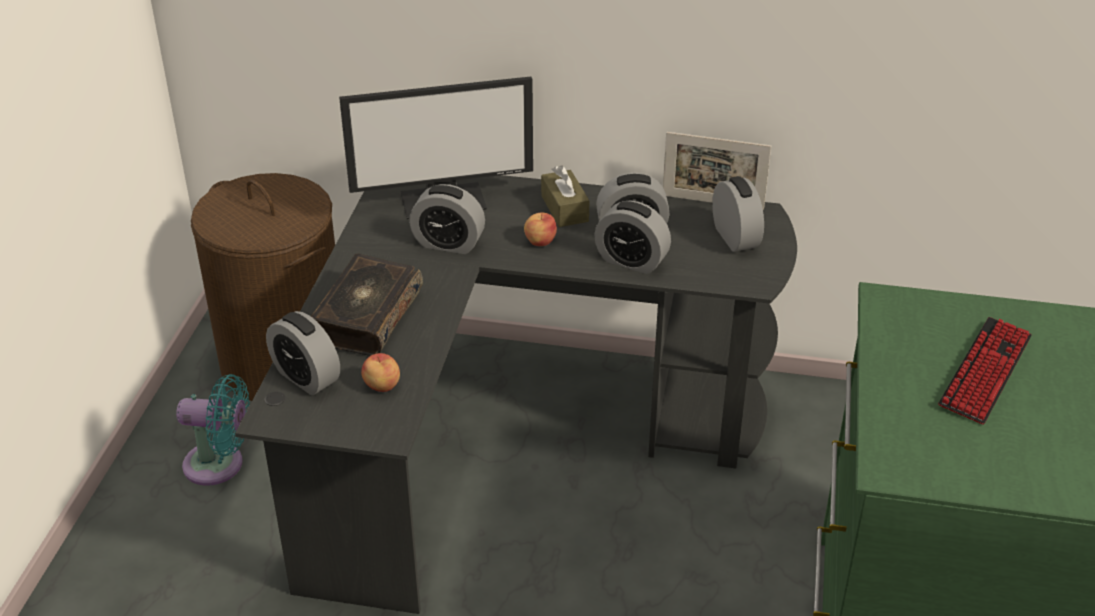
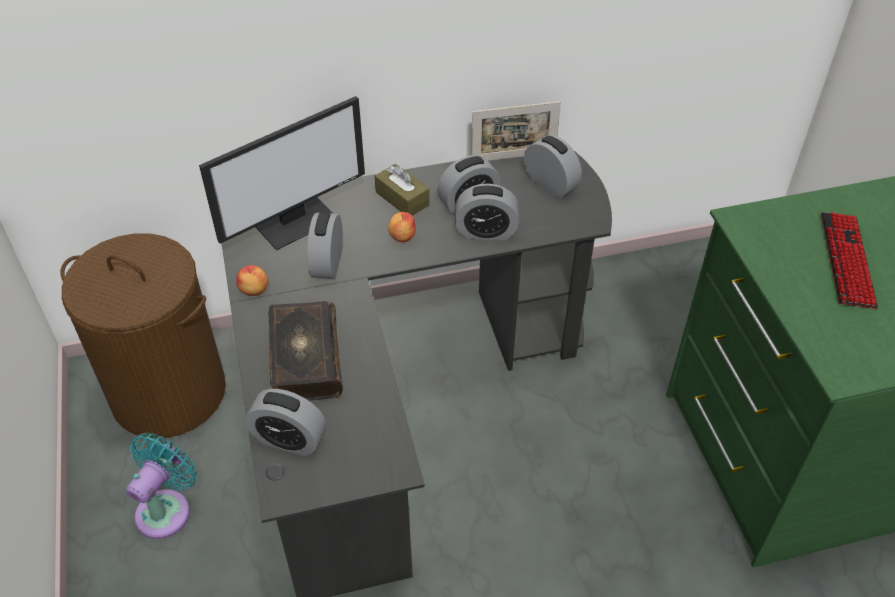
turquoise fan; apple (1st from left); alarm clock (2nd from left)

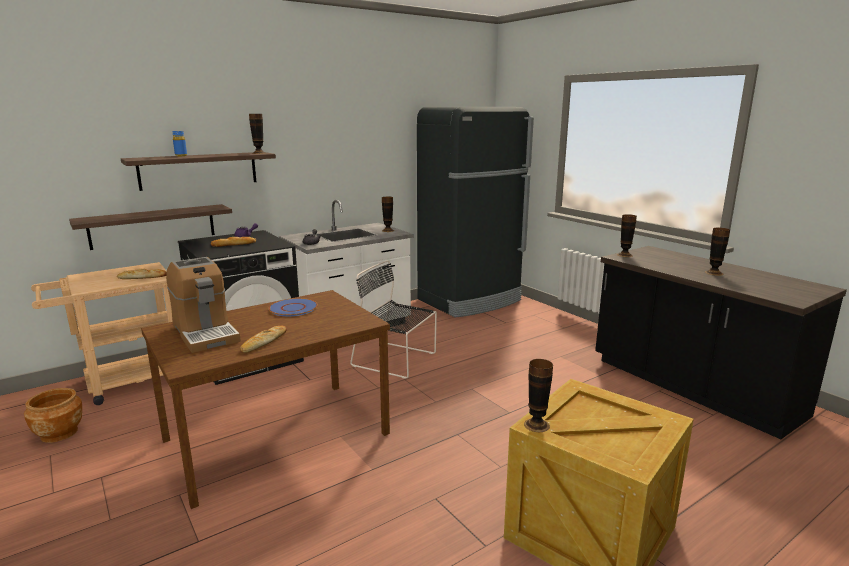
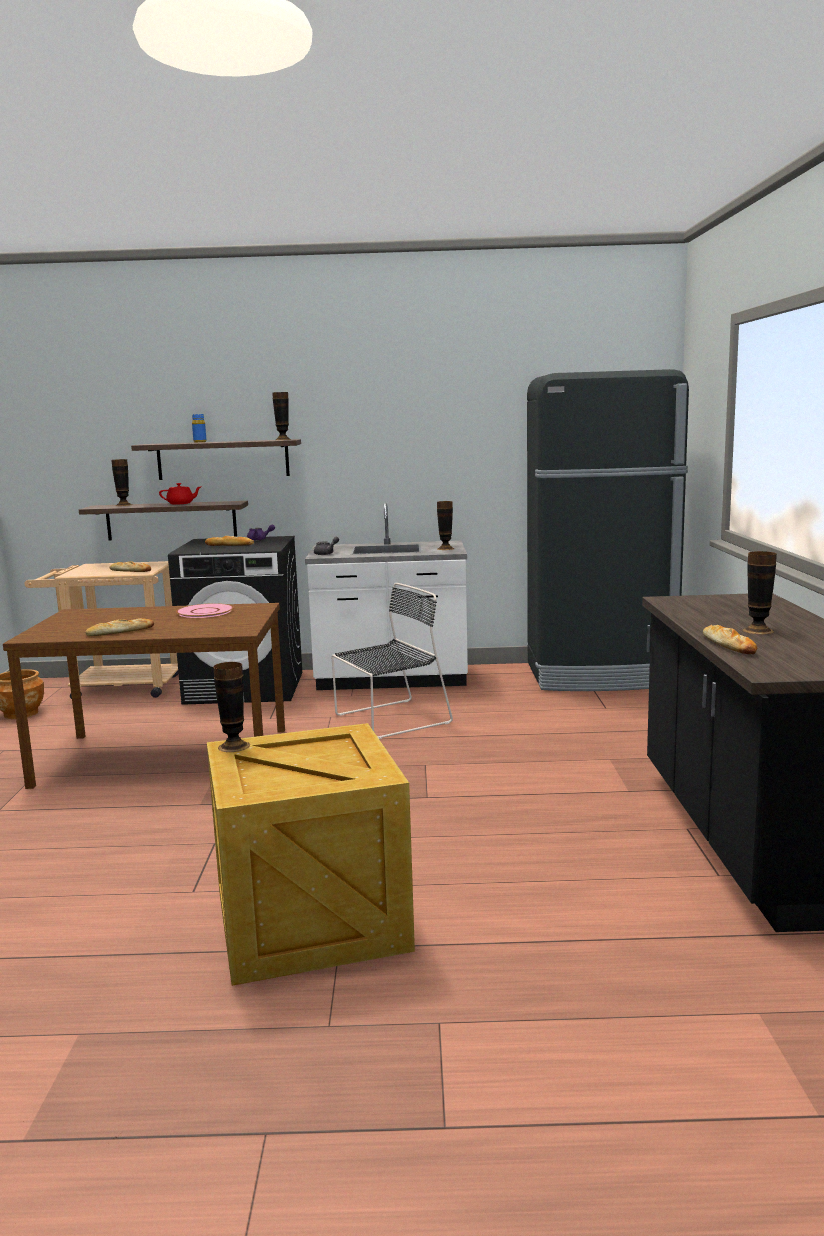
coffee machine; pink plate; black chair; vase (1st from left); red teapot; bread (4th from left)

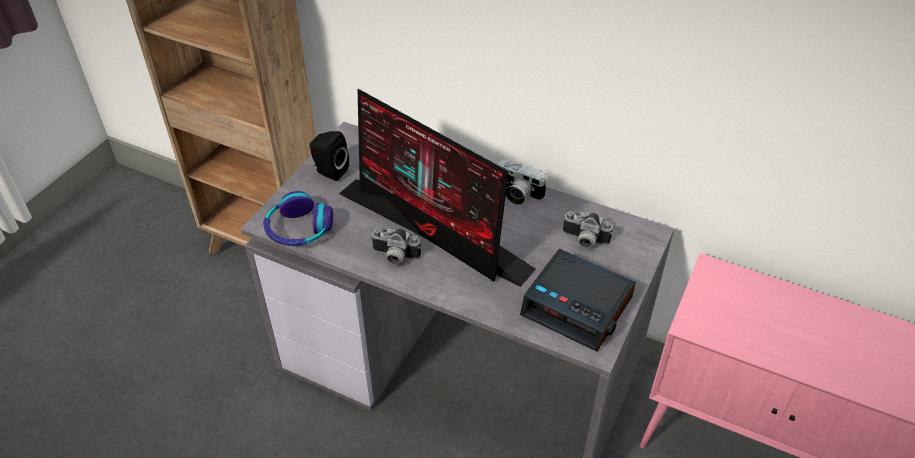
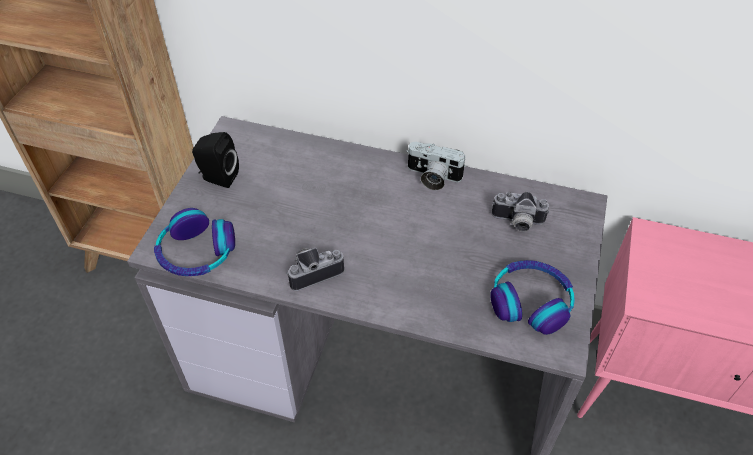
monitor; photo camera (1st from left); headphones (2nd from left)

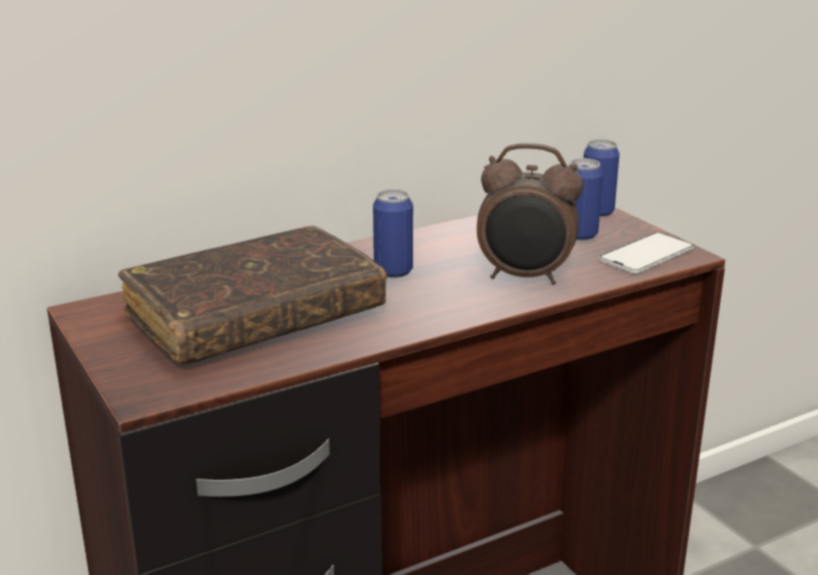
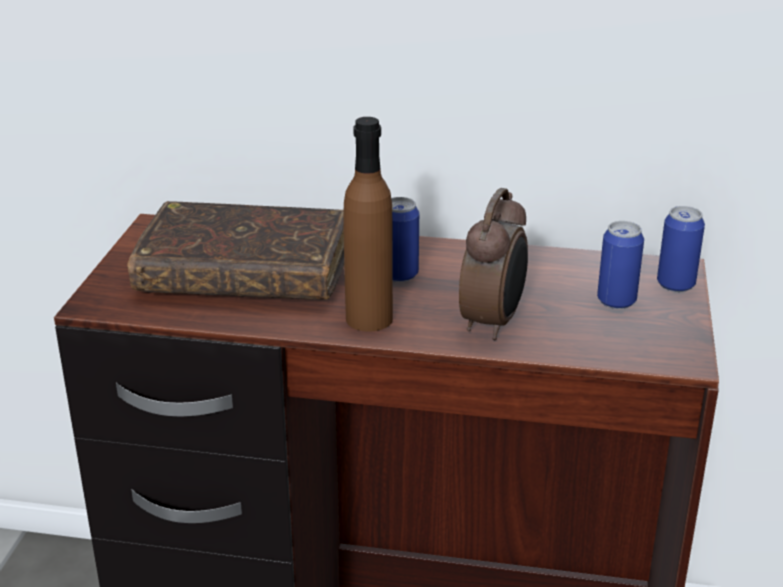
alarm clock; phone; brown bottle

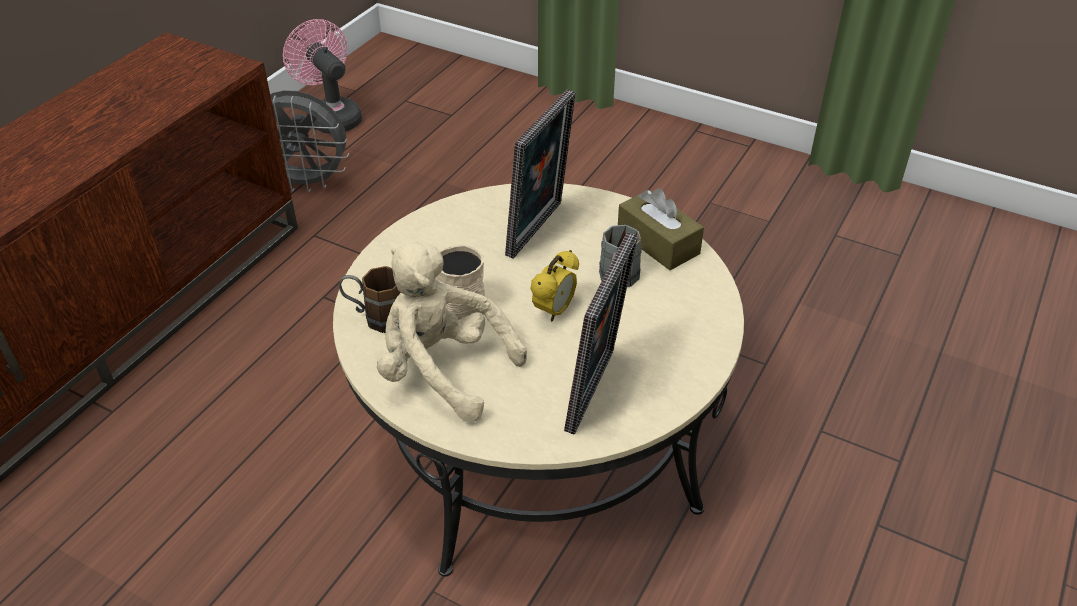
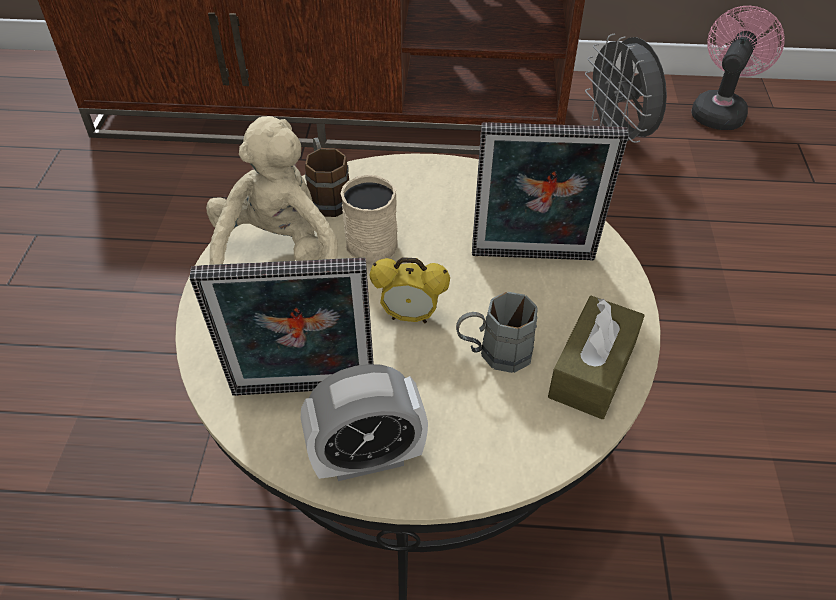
alarm clock (1st from left)

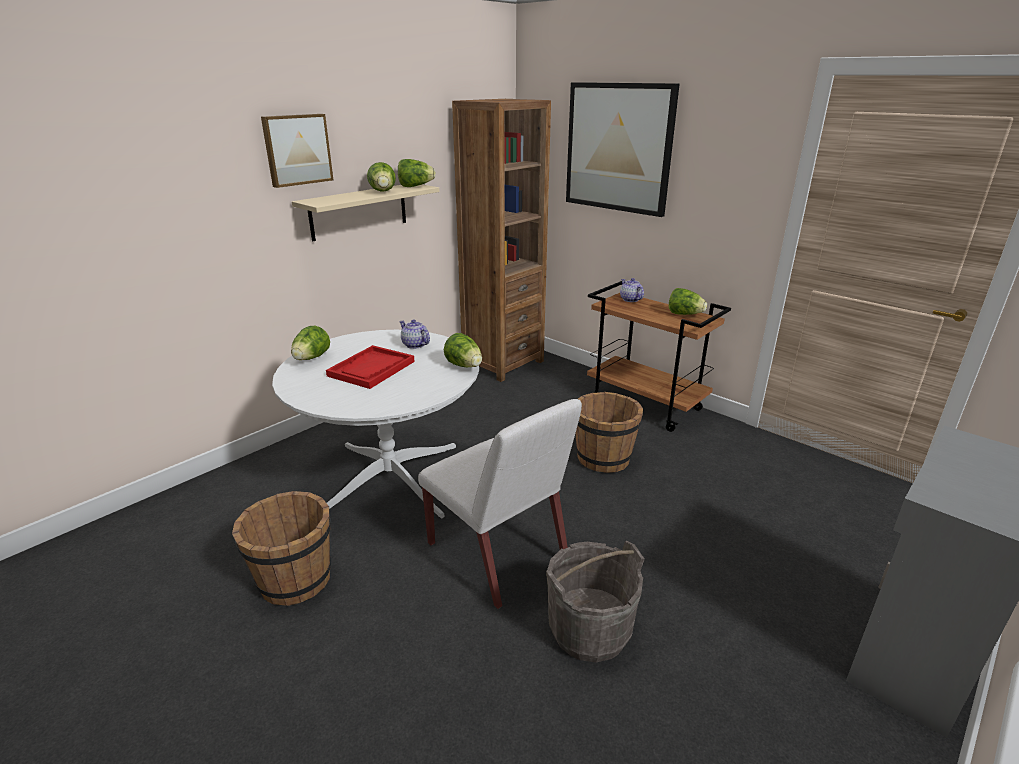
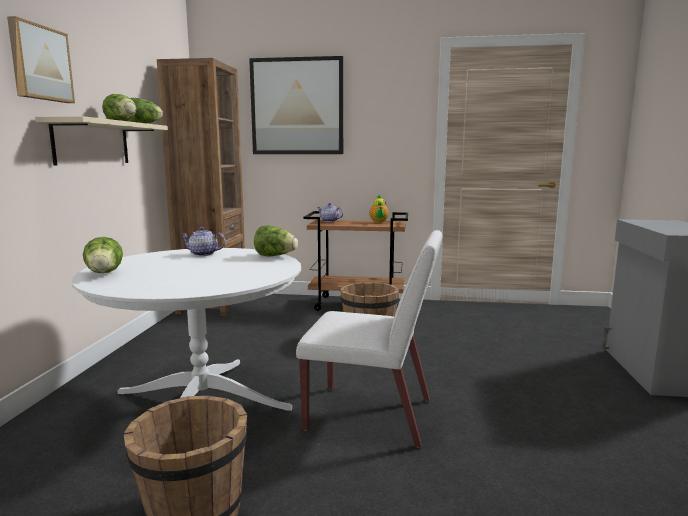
red tray; grey bucket; teapot (3rd from left)

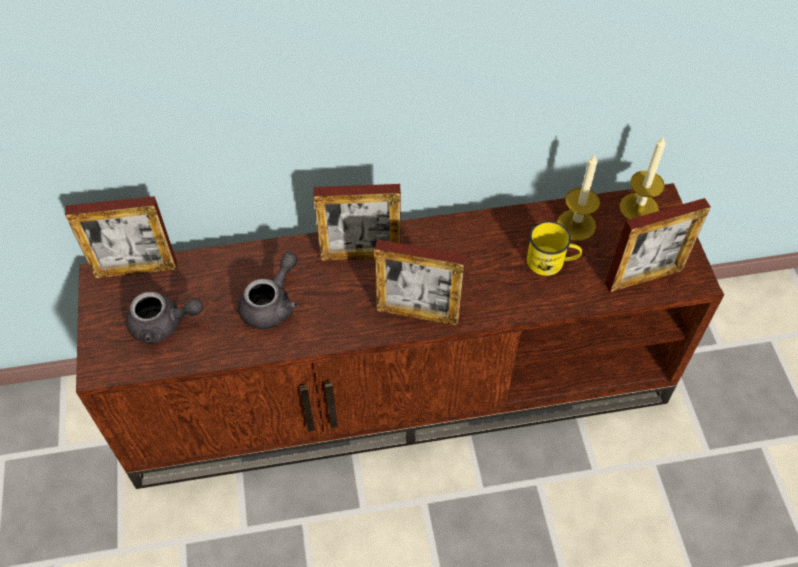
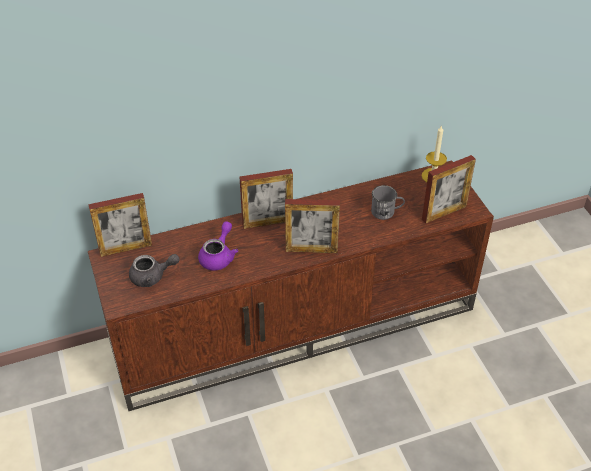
purple teapot; grey mug; candle (1st from left in the first image)

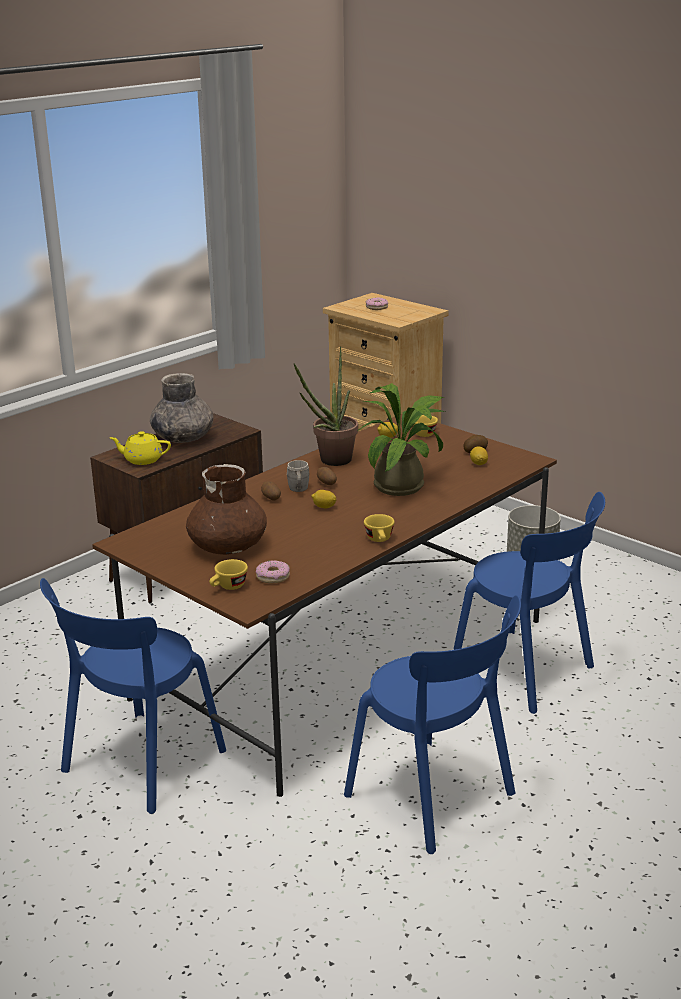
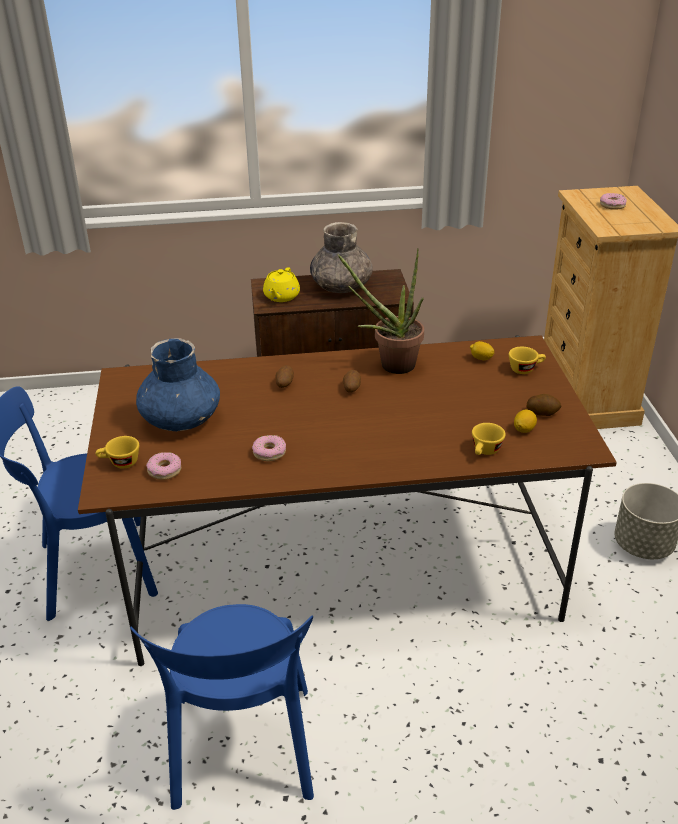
yellow teapot; blue vase; grey mug; lemon (1st from left in the first image); potted plant (2nd from left in the first image); yellow cup (2nd from left); blue chair (3rd from left in the first image); donut (2nd from left)

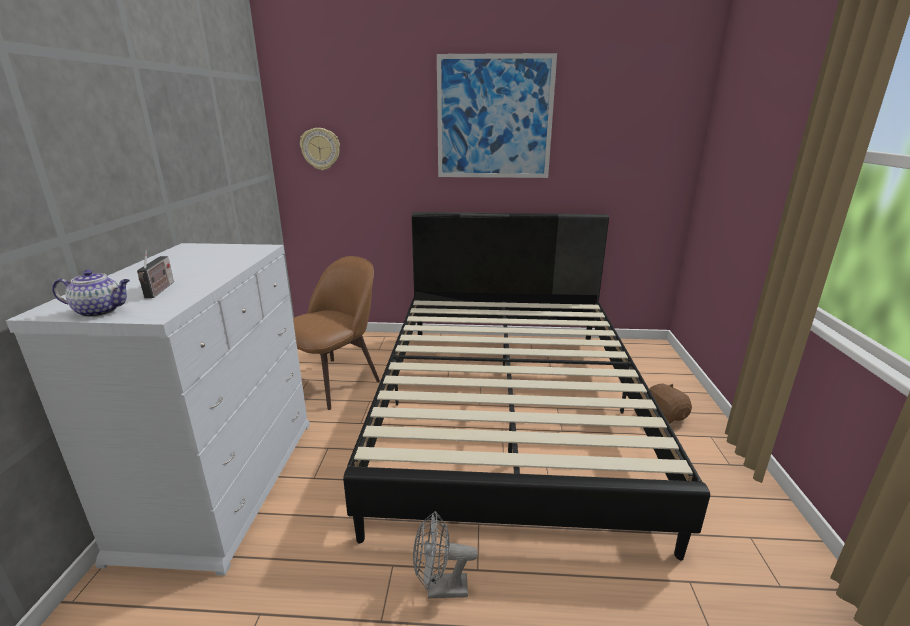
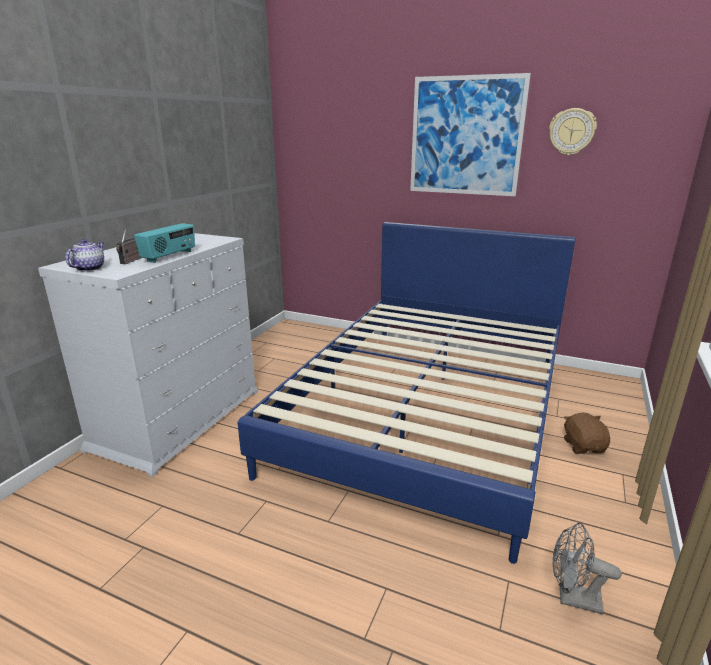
teapot; brown chair; wall clock; blue bed; grey fan; radio (2nd from left)

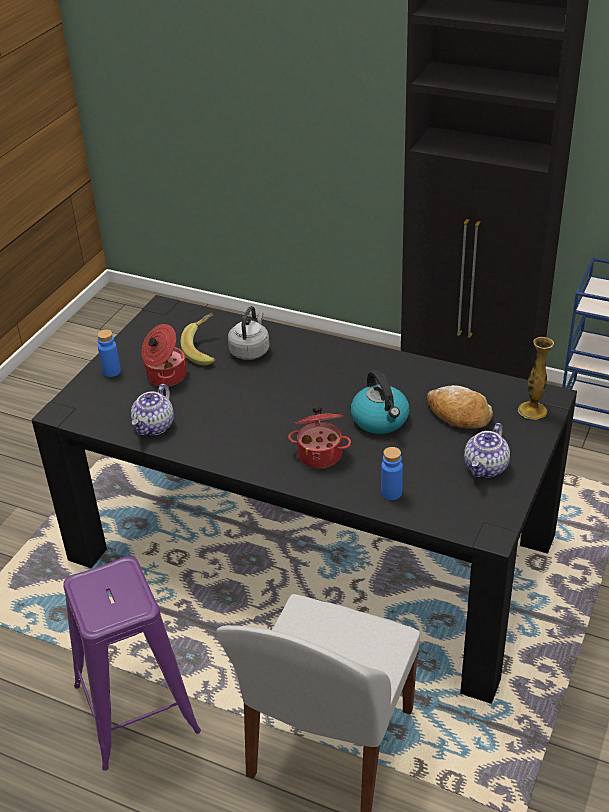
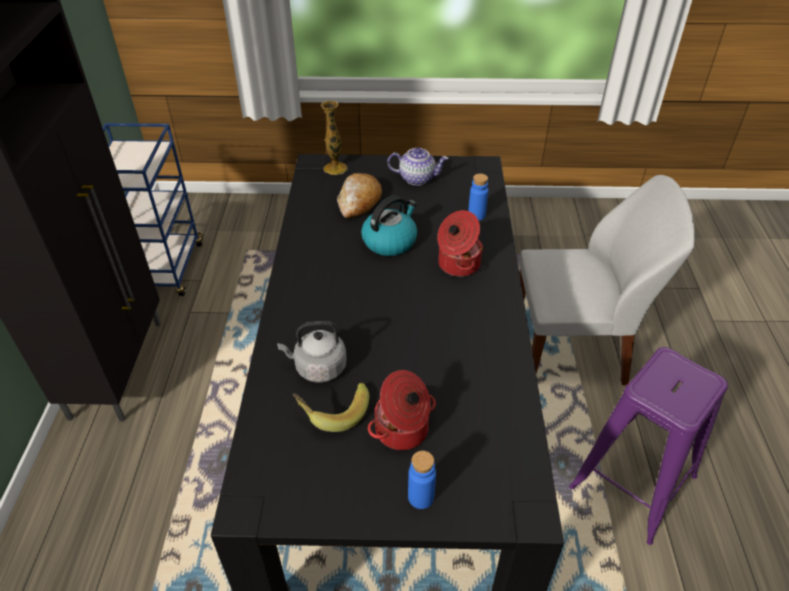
teapot (1st from left in the first image)

